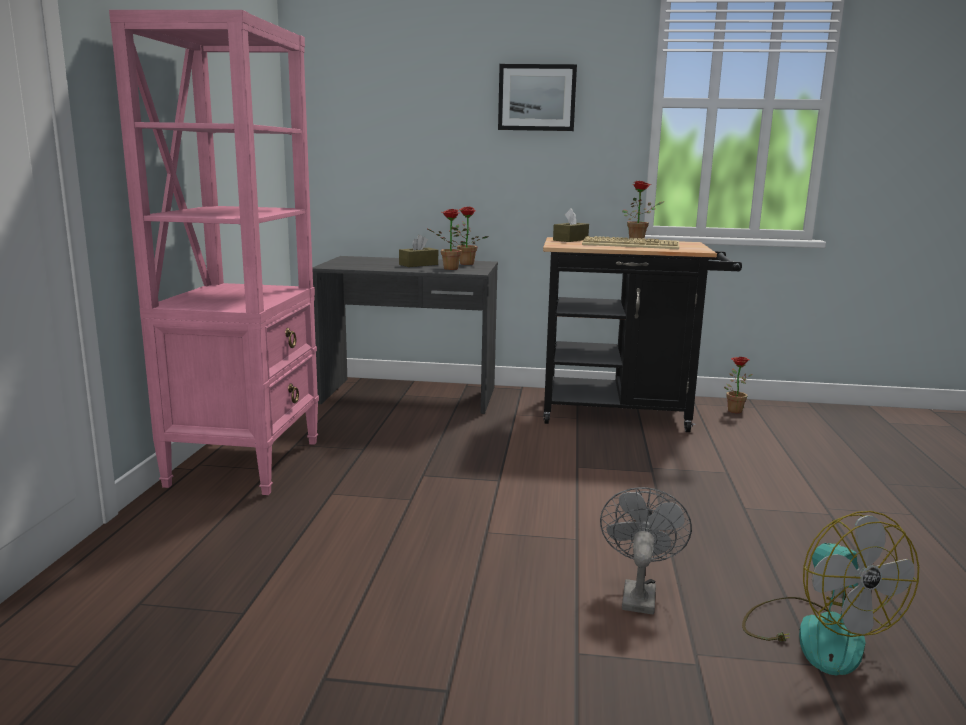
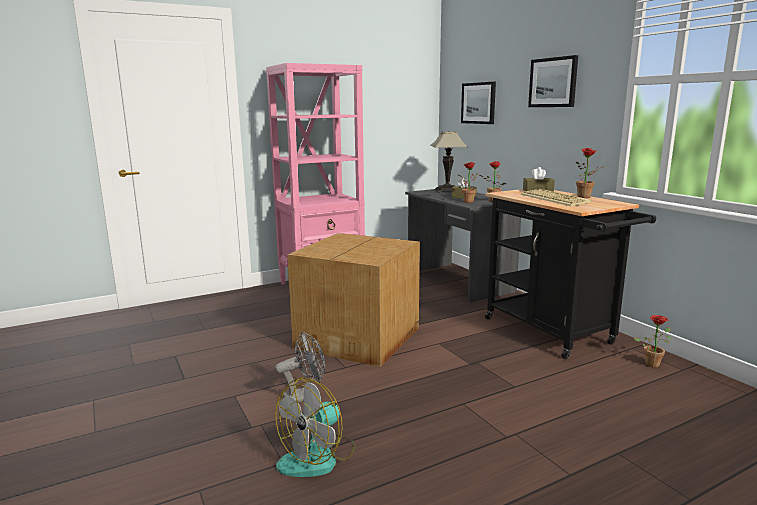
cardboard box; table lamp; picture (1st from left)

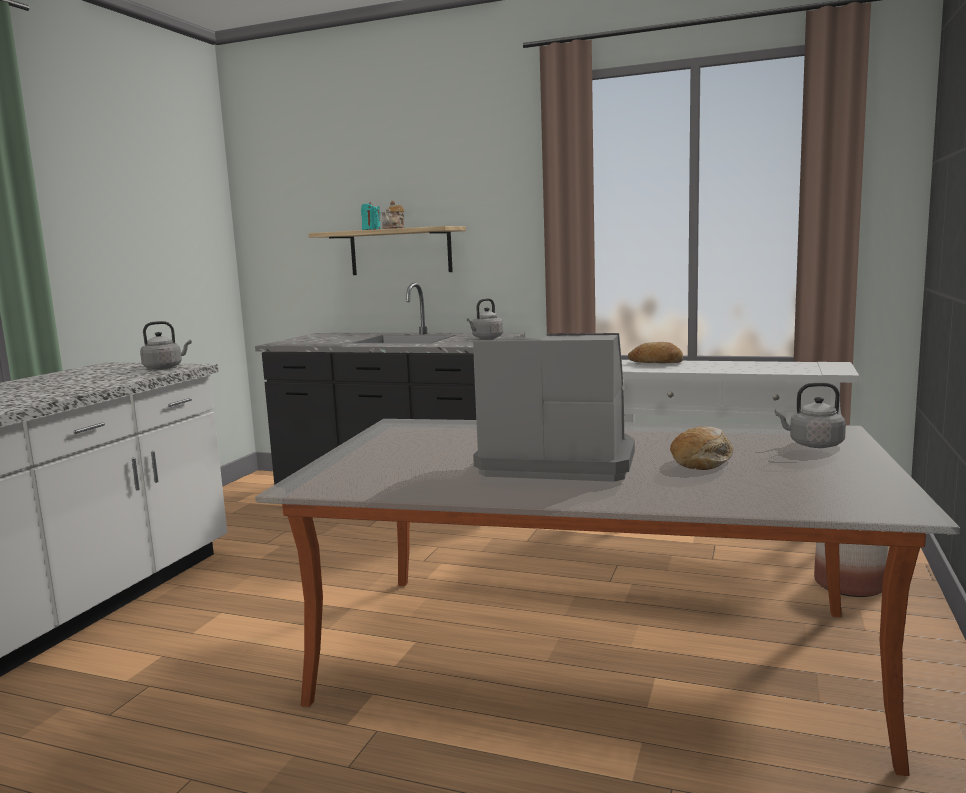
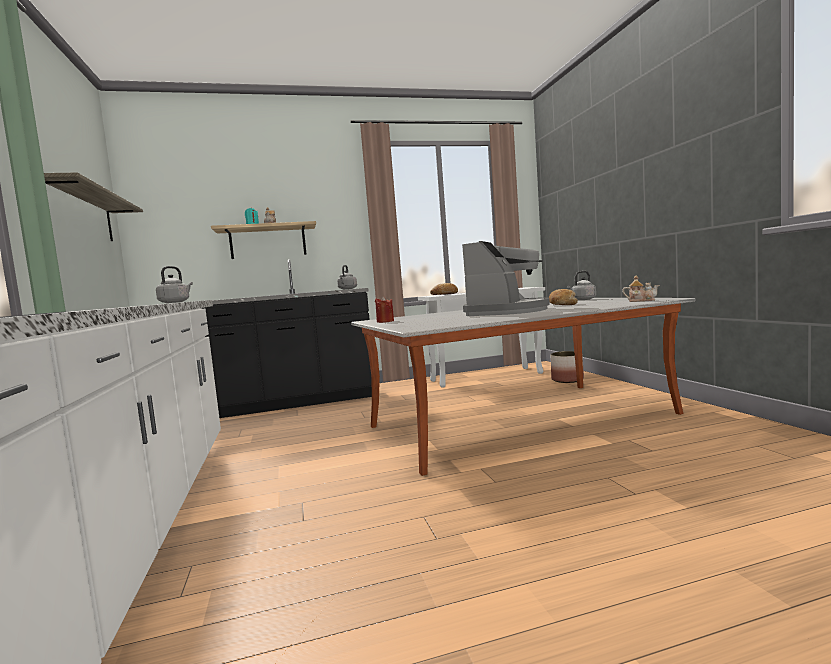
coffee machine; shelf (1st from left); red candle; teapot (2nd from left)

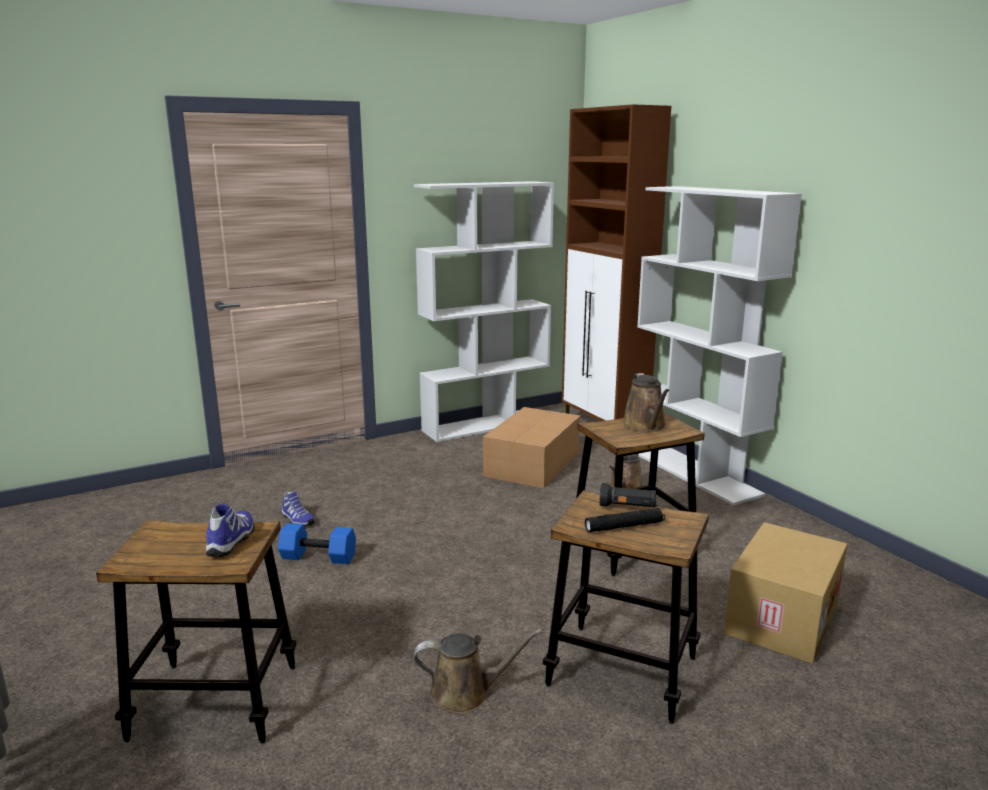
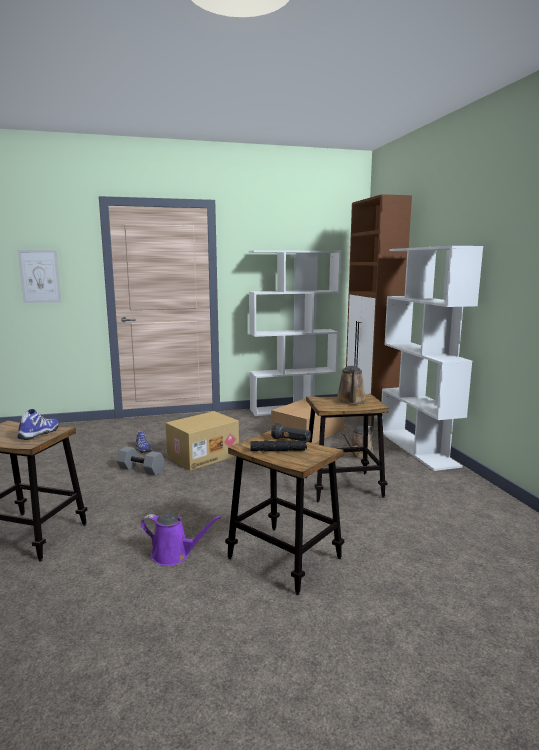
grey dumbbell; purple watering can; cardboard box (1st from left); picture

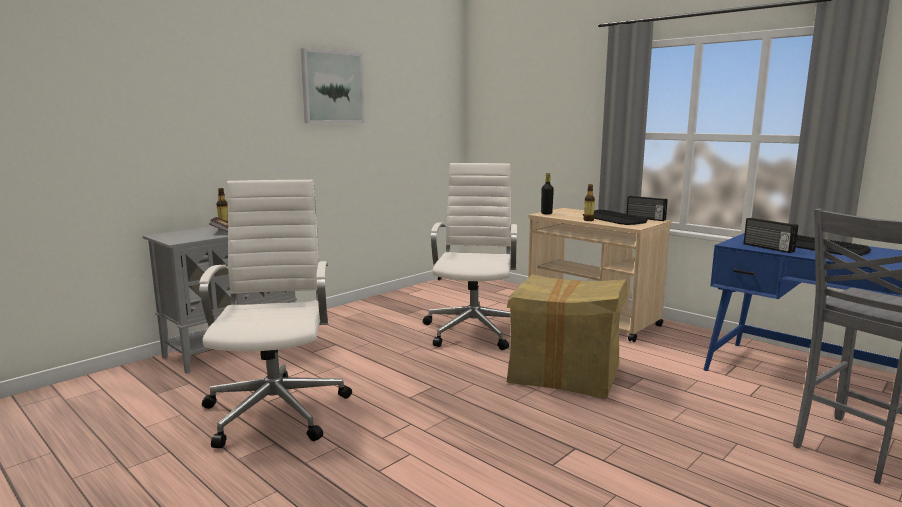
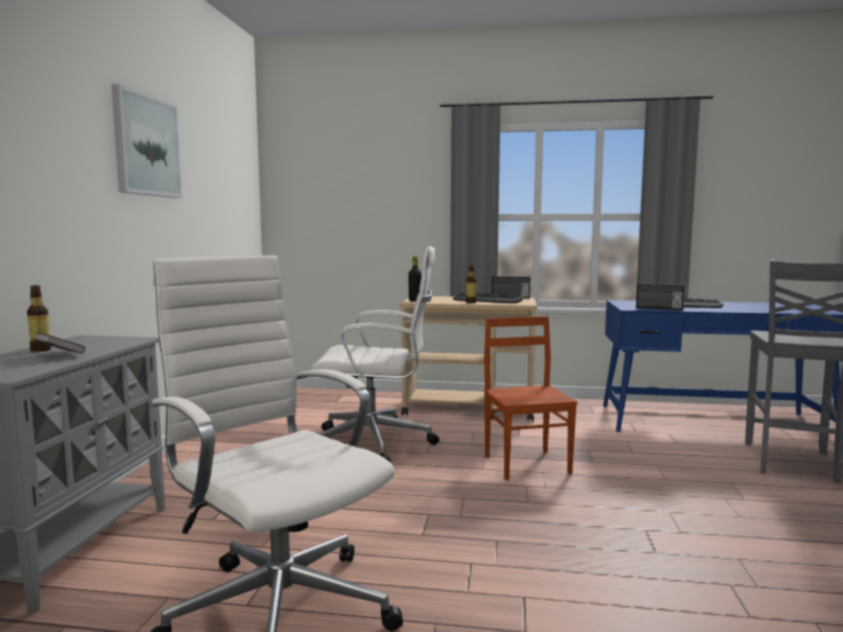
white office chair (2nd from left); brown chair

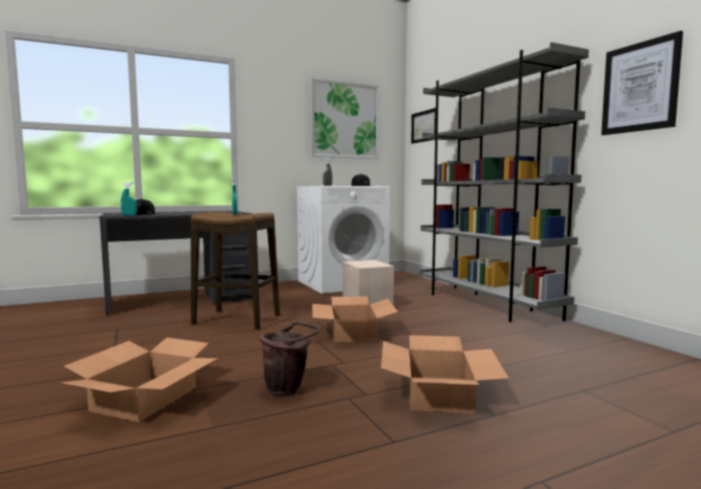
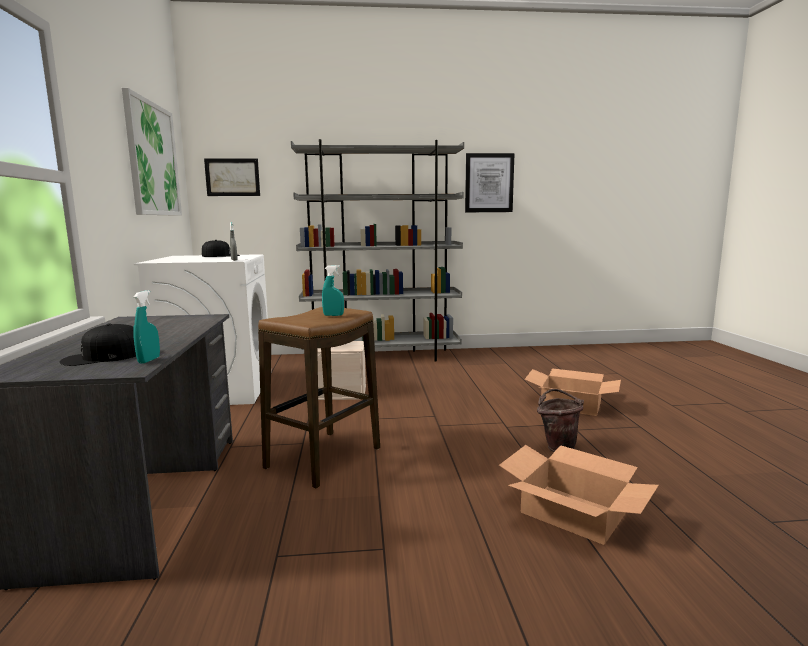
cardboard box (2nd from left in the first image)

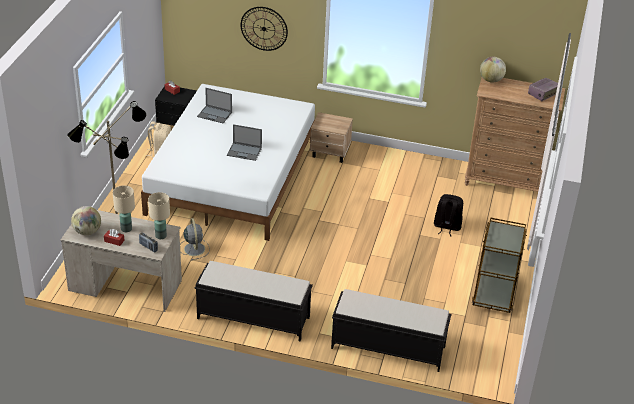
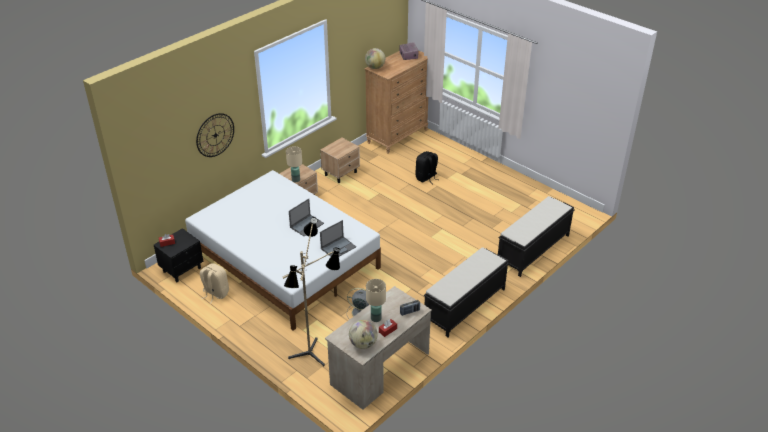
beige table lamp (1st from left); laptop (2nd from left); brown cart; beige nightstand (2nd from left)

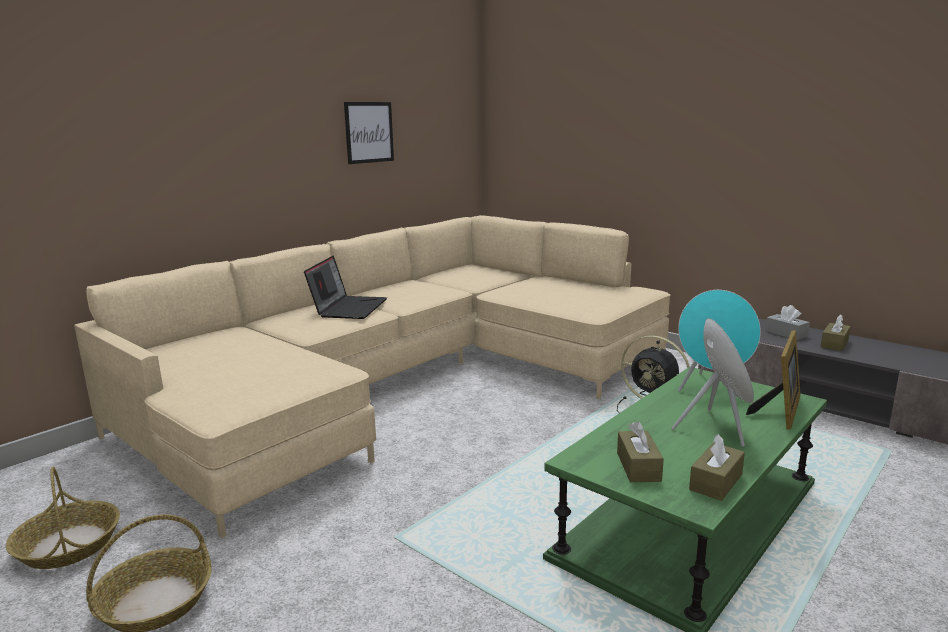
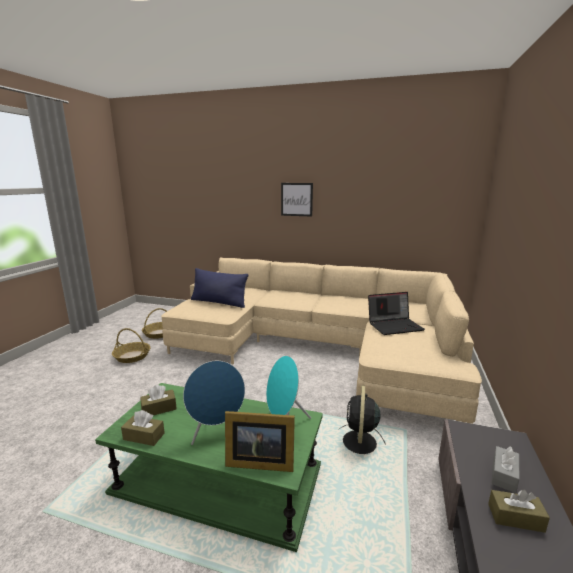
laptop; picture; blue pillow

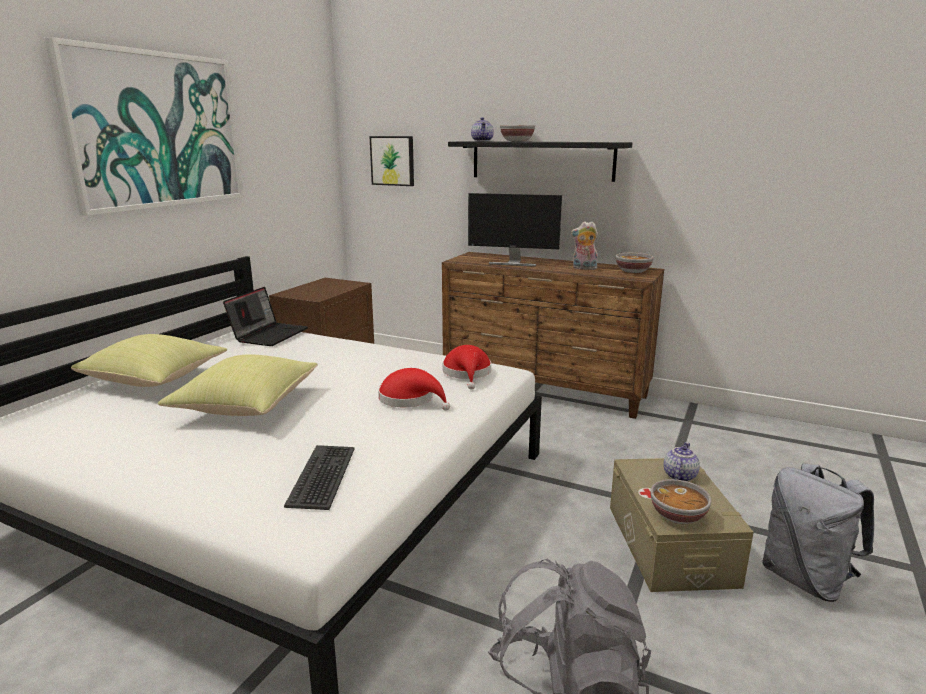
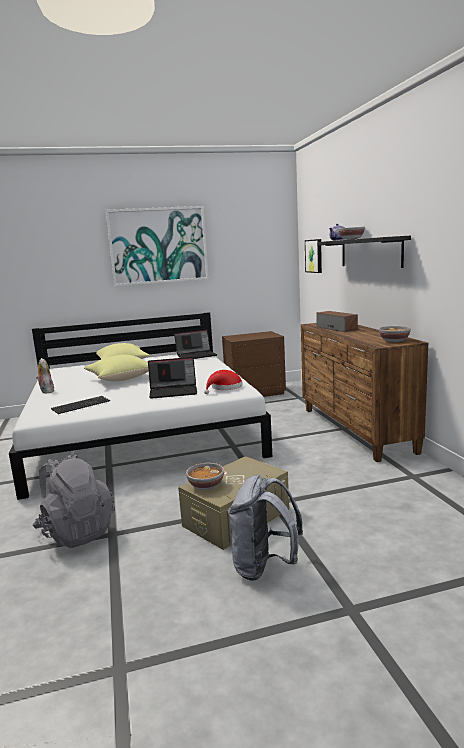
laptop (1st from left); speaker; plush toy; teapot (2nd from left in the first image)

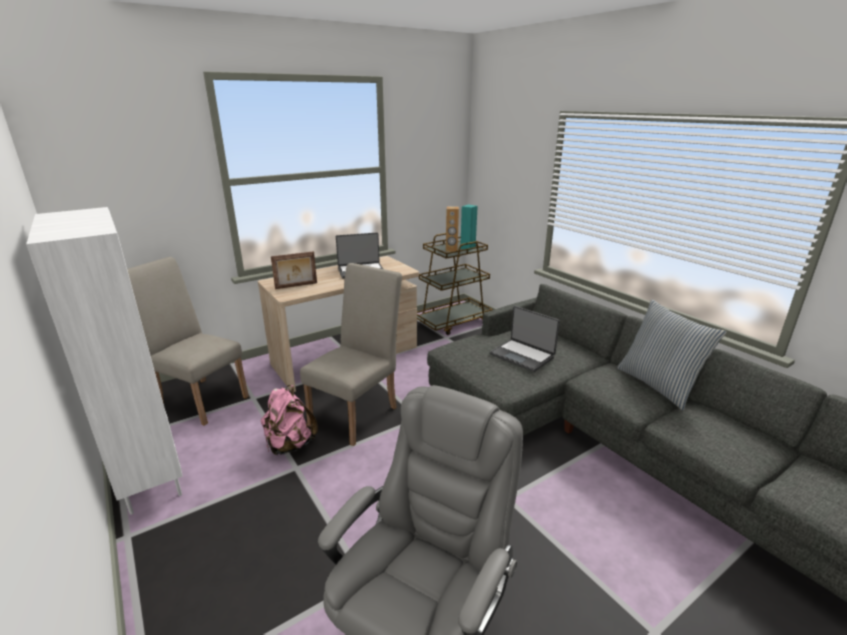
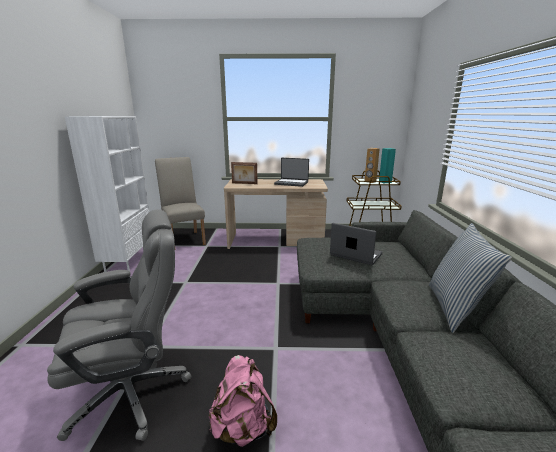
pink backpack; beige chair (2nd from left in the first image); laptop (2nd from left)

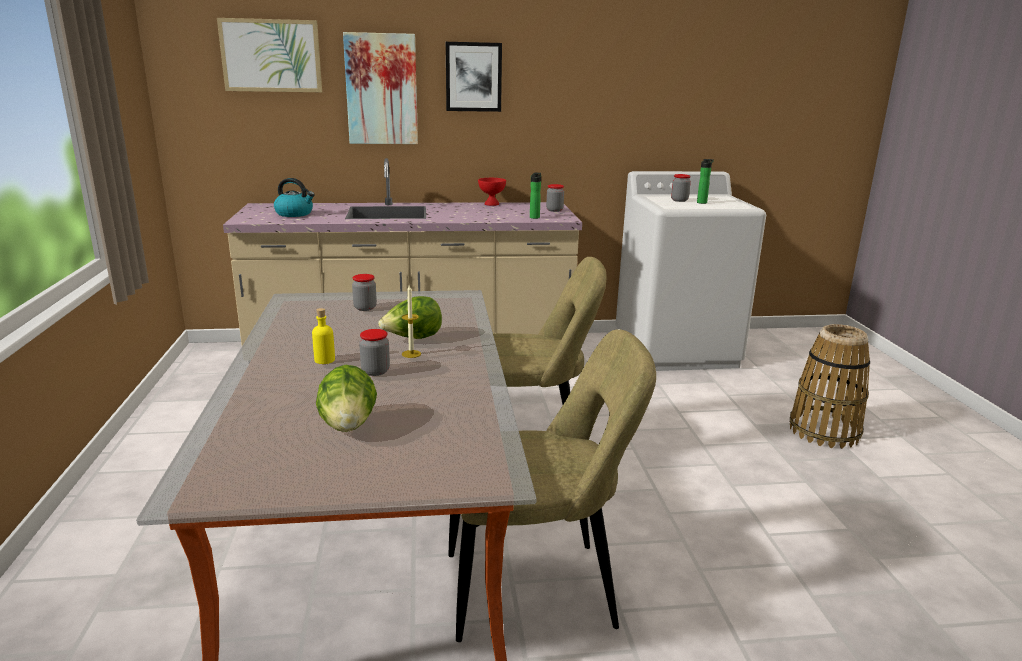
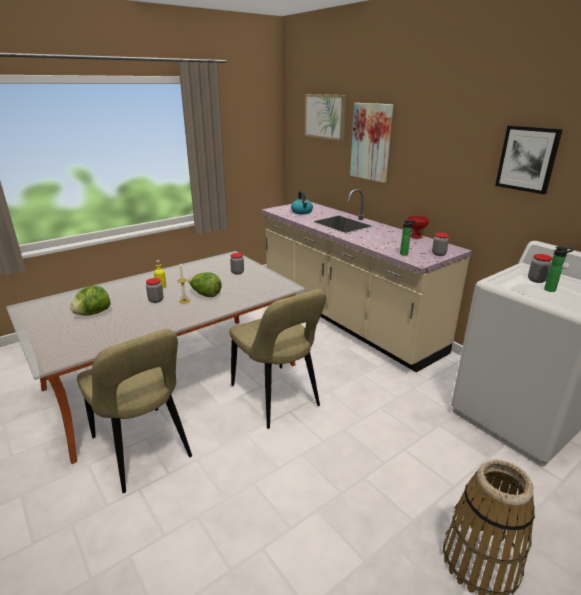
picture (3rd from left)

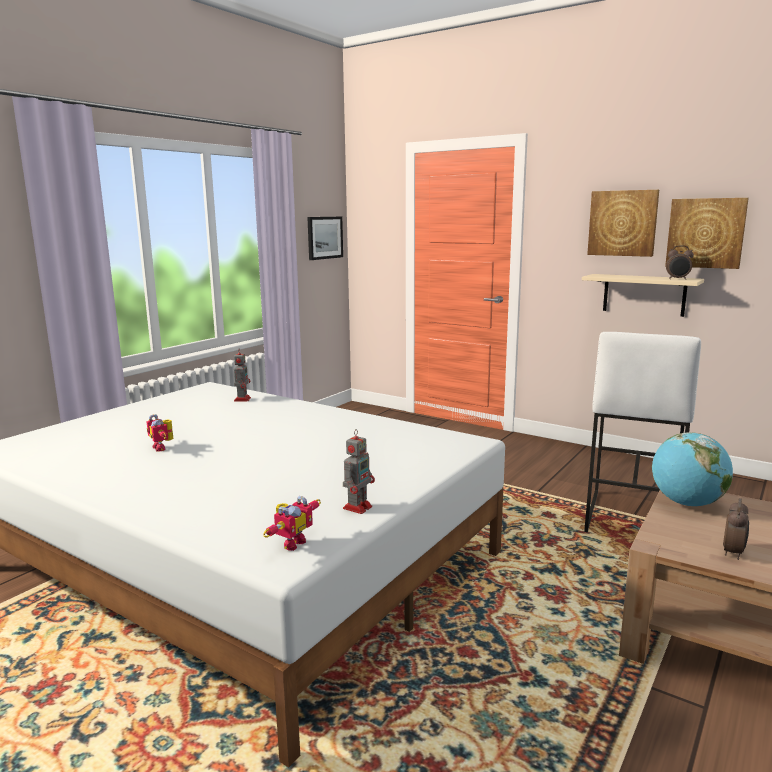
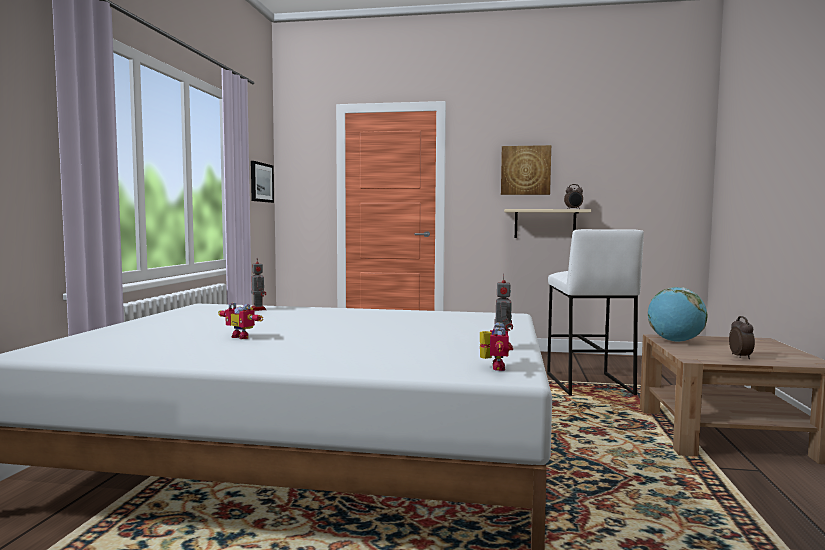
picture (3rd from left in the first image)

